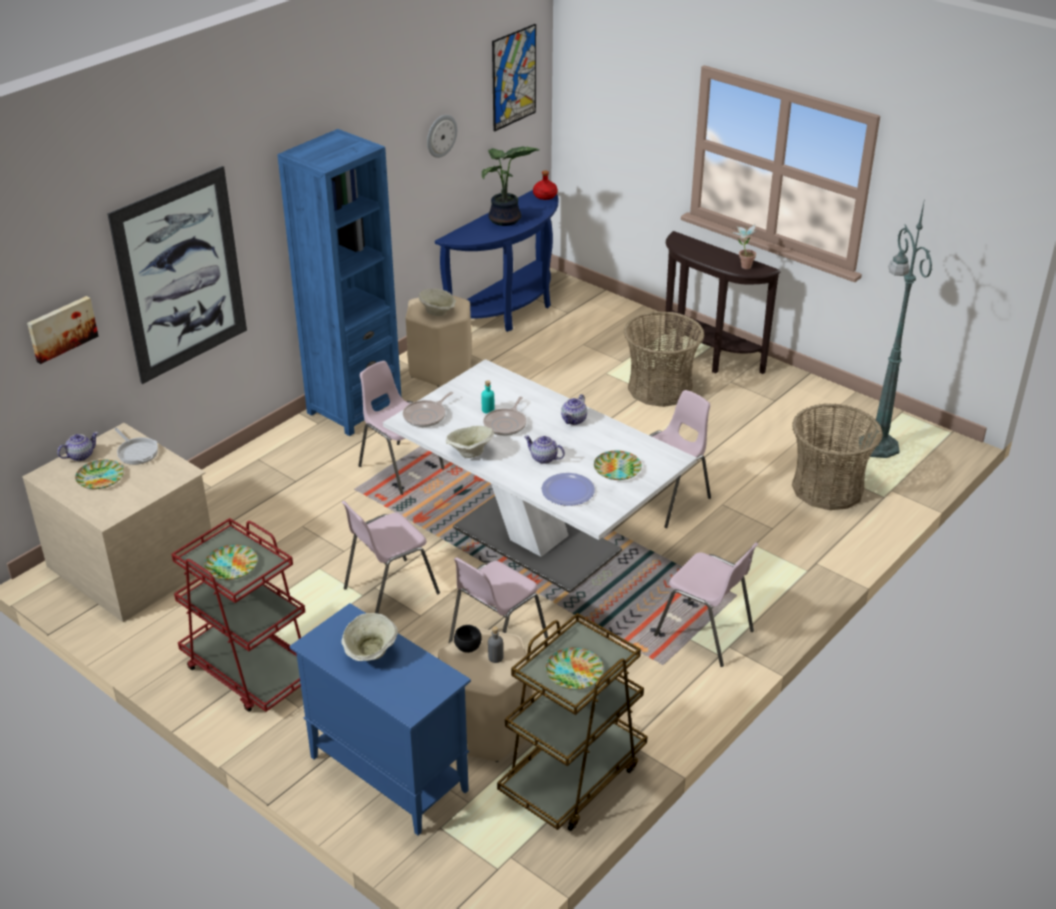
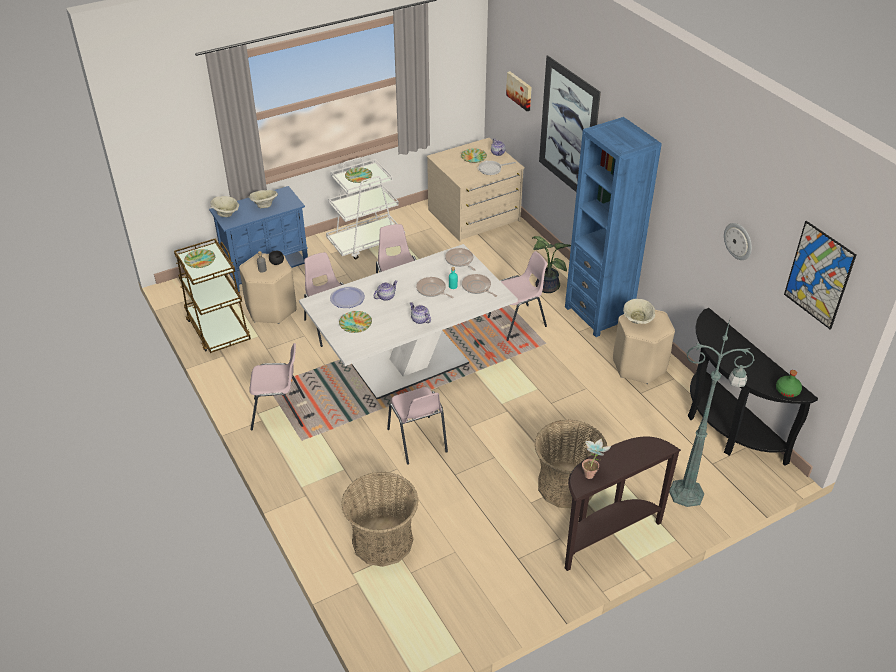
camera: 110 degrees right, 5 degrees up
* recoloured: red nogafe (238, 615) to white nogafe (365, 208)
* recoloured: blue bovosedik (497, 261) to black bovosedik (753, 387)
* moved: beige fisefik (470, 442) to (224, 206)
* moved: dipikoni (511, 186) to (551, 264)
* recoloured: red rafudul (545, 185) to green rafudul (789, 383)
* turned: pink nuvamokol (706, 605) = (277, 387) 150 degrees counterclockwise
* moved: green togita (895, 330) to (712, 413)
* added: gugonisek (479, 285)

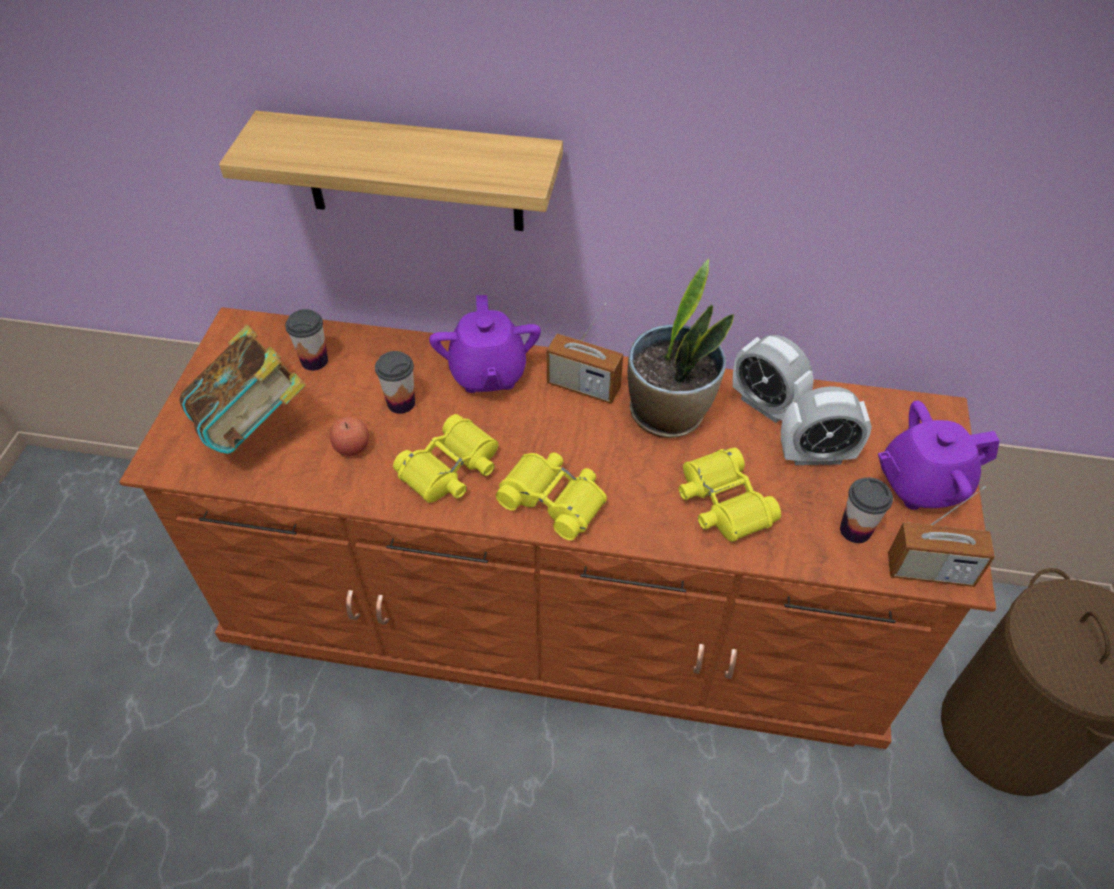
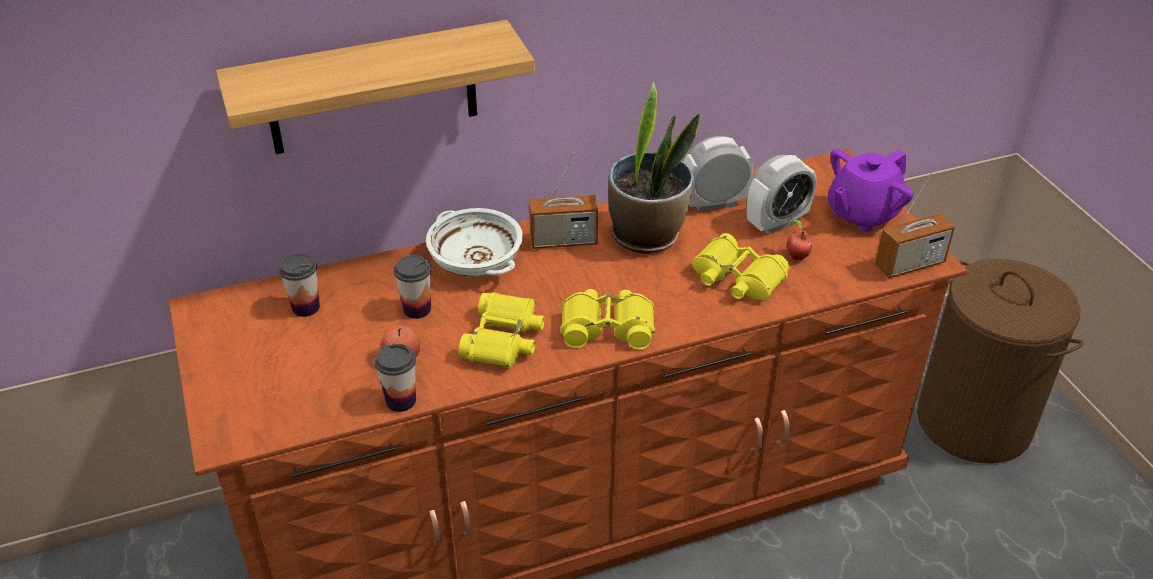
camera: 30 degrees left, 10 degrees down
* removed: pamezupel (242, 389)
* replaced: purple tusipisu (485, 344) to white fisefik (474, 242)
* turned: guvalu (773, 379) = (718, 174) 150 degrees clockwise
* moved: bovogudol (866, 510) to (395, 378)
* added: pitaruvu (799, 239)

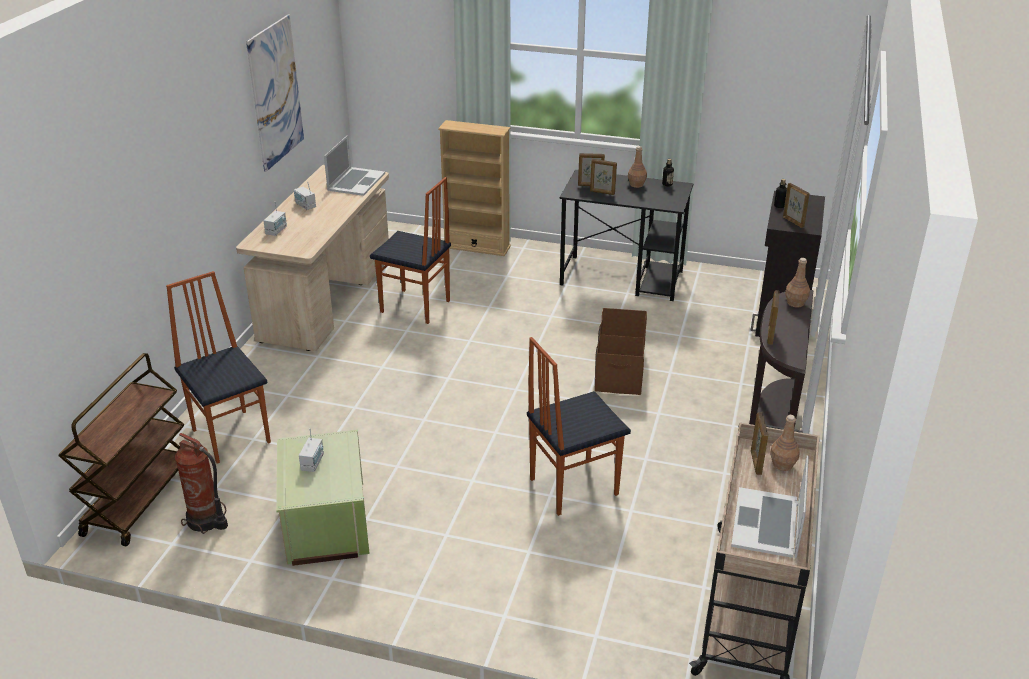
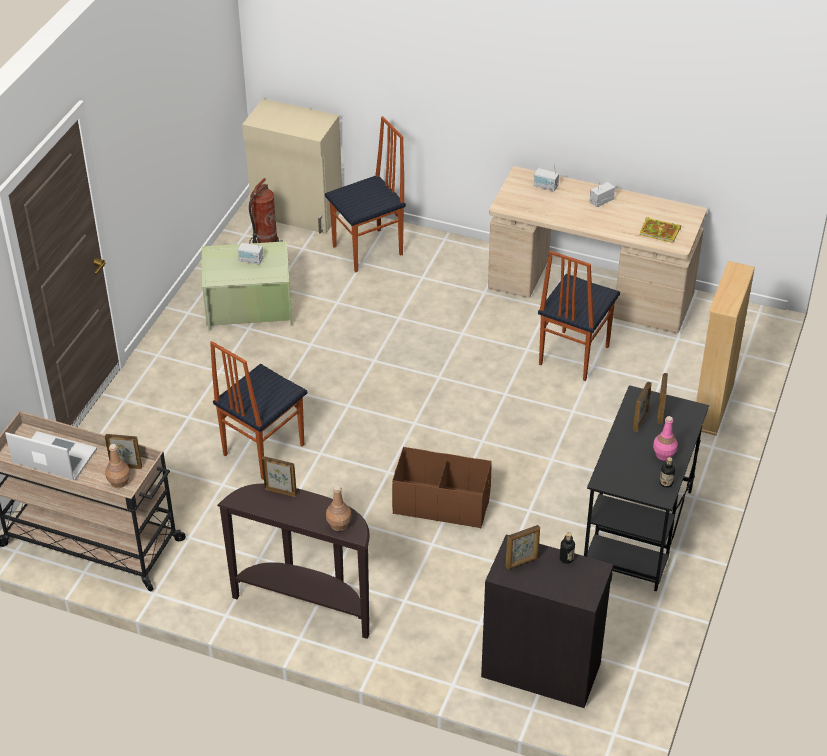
camera: 95 degrees right, 10 degrees up
* replaced: brown nogafe (121, 449) to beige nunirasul (292, 166)
* removed: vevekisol (275, 93)
* replaced: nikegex (354, 165) to pamezupel (660, 230)
* turned: nuvamokol (579, 426) = (258, 410) 120 degrees counterclockwise
* recoloured: brown rafudul (637, 167) to pink rafudul (665, 438)

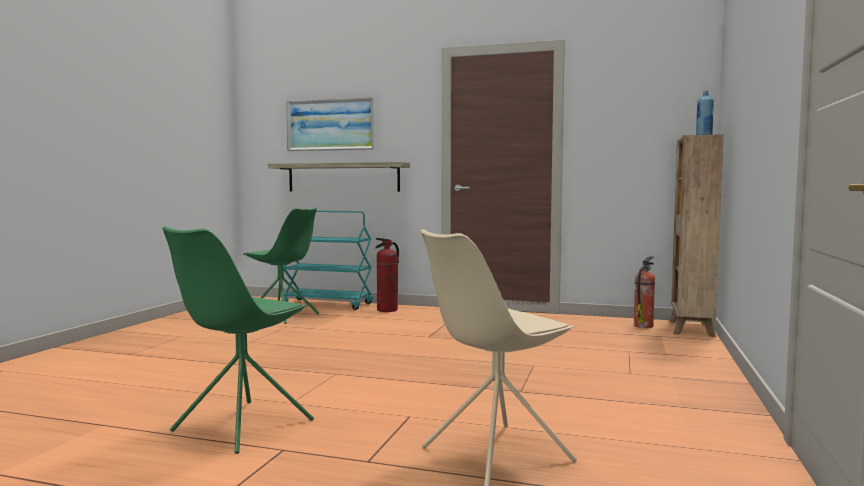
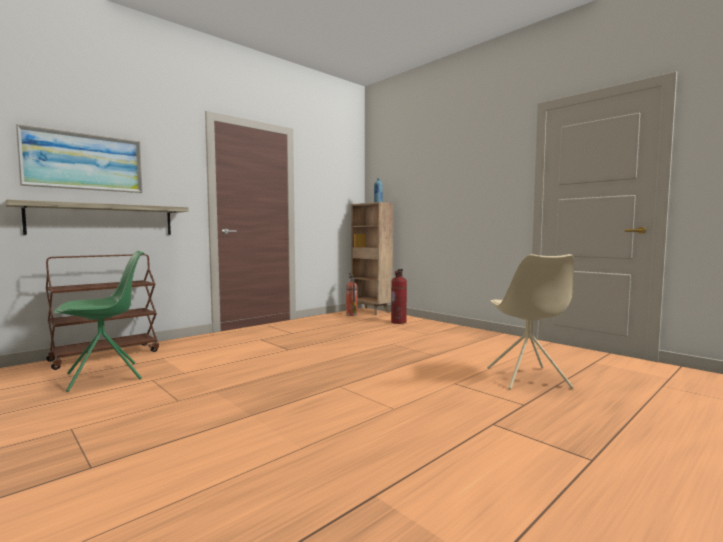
camera: 60 degrees left, 0 degrees up
* removed: green nuvamokol (238, 340)
* recoloured: turquoise nogafe (327, 260) to brown nogafe (102, 312)
* moved: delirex (387, 275) to (399, 296)

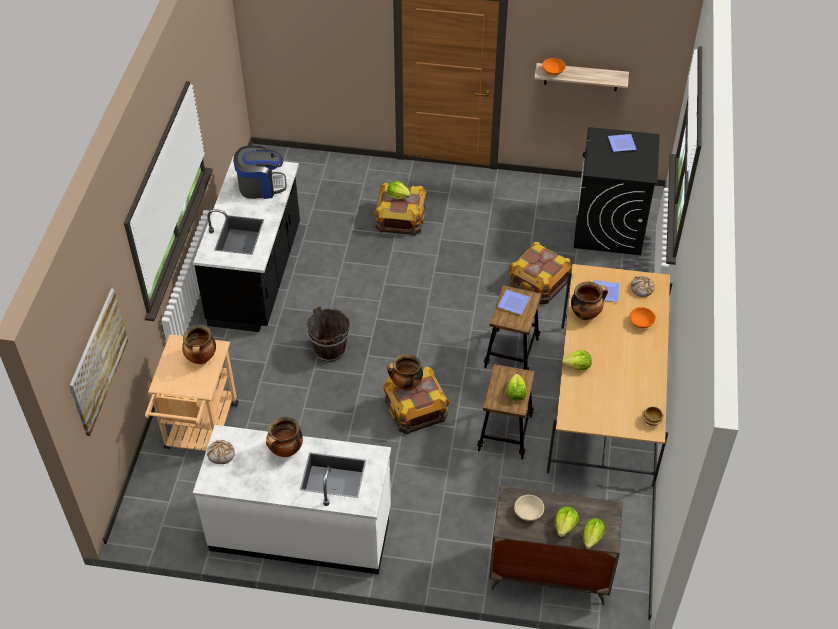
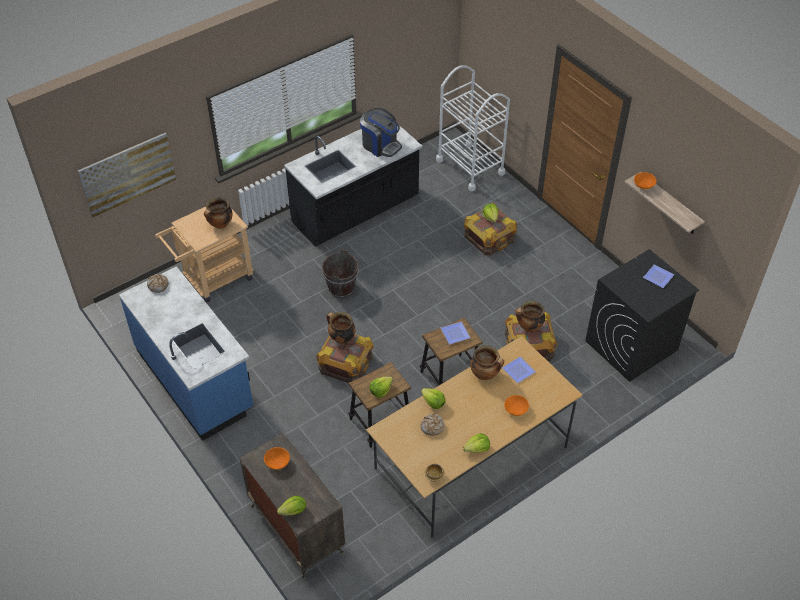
camera: 45 degrees right, 0 degrees up
* recoloured: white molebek (292, 499) to blue molebek (186, 353)
* moved: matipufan (284, 437) to (530, 316)
* recoloured: beige fisefik (529, 508) to orange fisefik (277, 458)
* moved: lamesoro (567, 521) to (476, 443)
* moved: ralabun (643, 286) to (433, 425)
* added: white nogafe (473, 128)

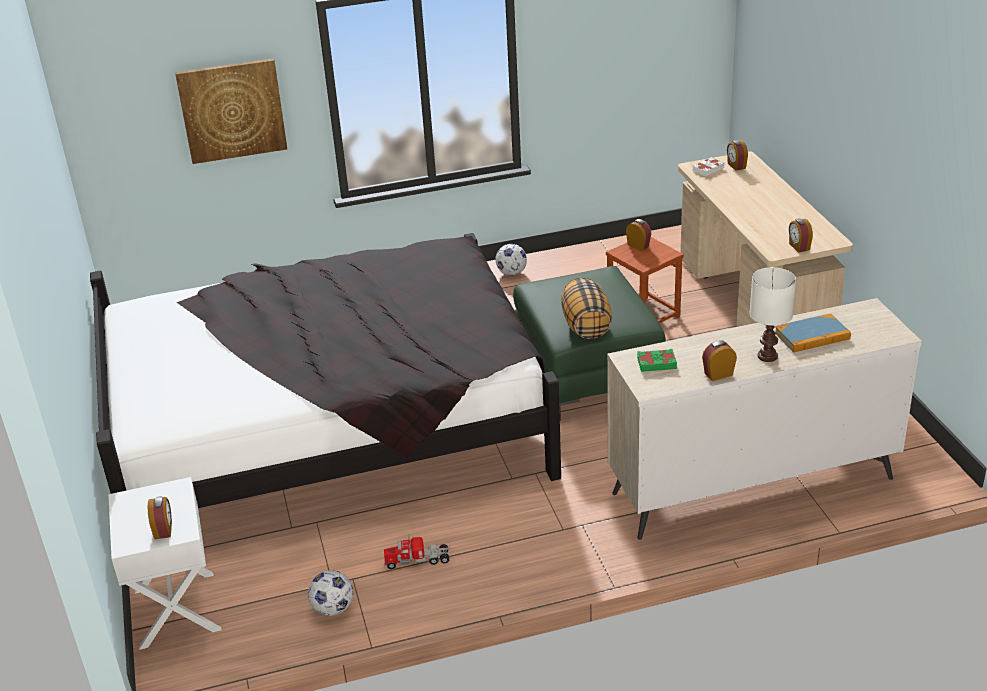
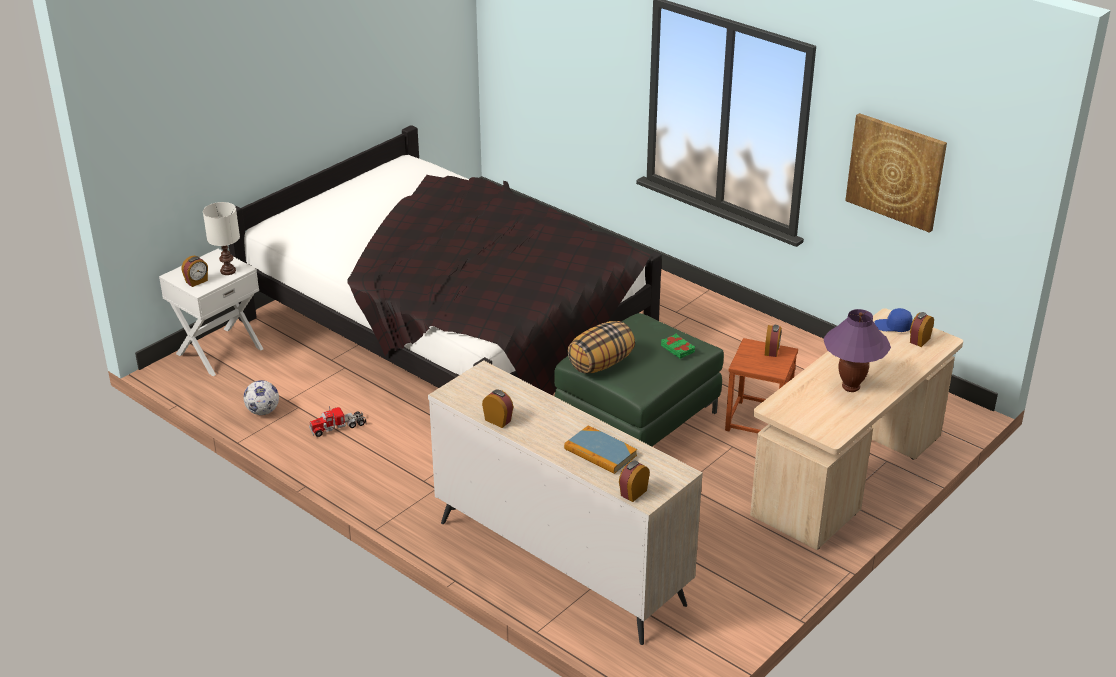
camera: 55 degrees right, 0 degrees up
* moved: vevekisol (231, 111) to (896, 173)
* turned: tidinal (417, 551) = (337, 421) 75 degrees counterclockwise
* removed: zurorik (511, 259)
* moved: green pamezupel (657, 360) to (678, 346)
* replaced: white pamezupel (708, 166) to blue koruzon (893, 320)
* moved: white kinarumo (773, 314) to (221, 238)
* moved: guvalu (801, 235) to (634, 481)
* added: purple kinarumo (857, 350)

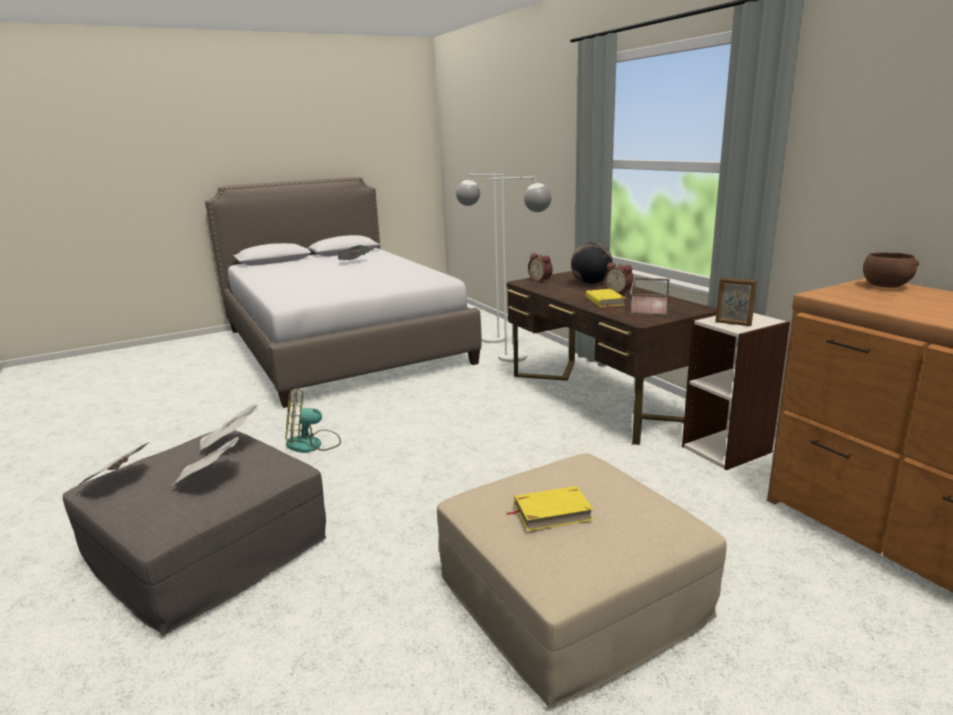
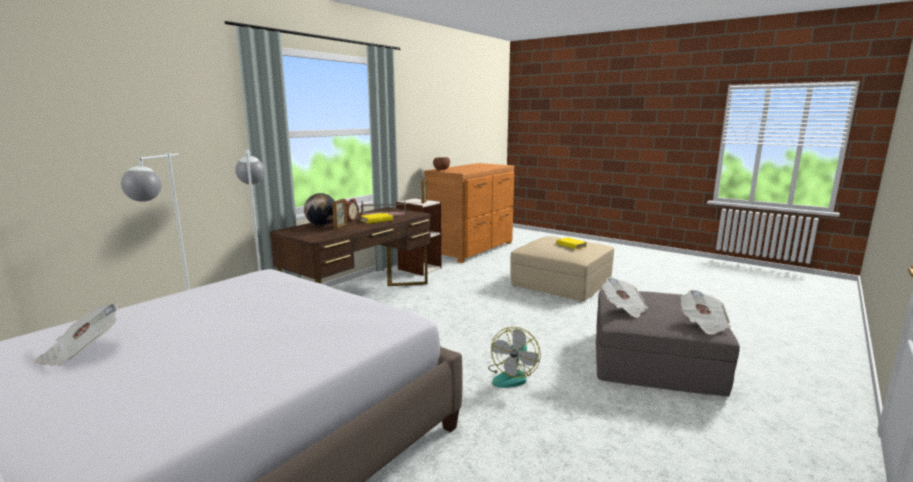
camera: 115 degrees left, 5 degrees down
* removed: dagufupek (206, 460)
* turned: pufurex (313, 420) = (514, 357) 60 degrees clockwise
* removed: guvalu (540, 267)
* added: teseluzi (339, 214)

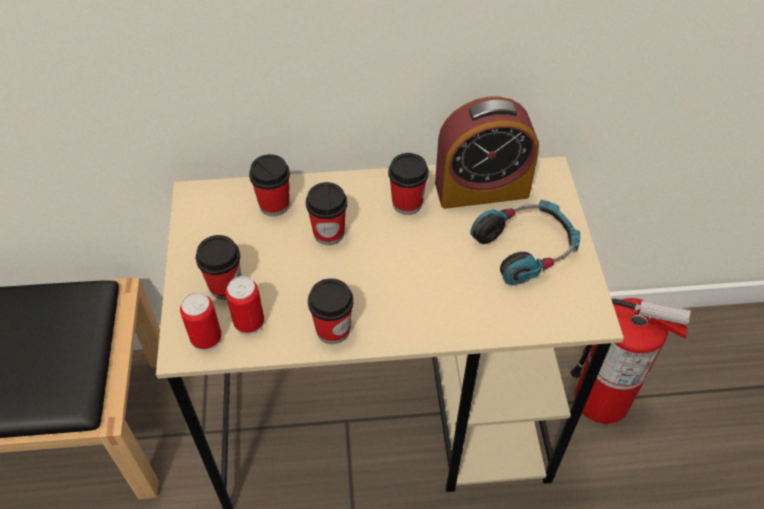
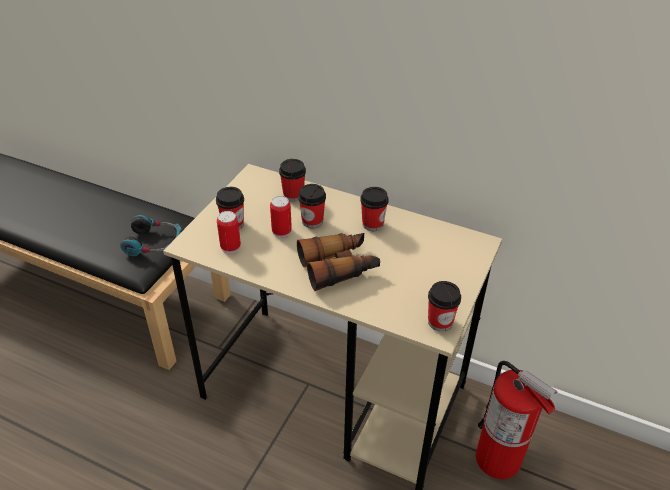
camera: 30 degrees right, 10 degrees down
* moved: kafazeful (201, 321) to (281, 217)
* moved: bovogudol (331, 311) to (444, 306)
* removed: guvalu (487, 153)
* moved: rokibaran (525, 242) to (151, 235)
* added: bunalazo (338, 262)

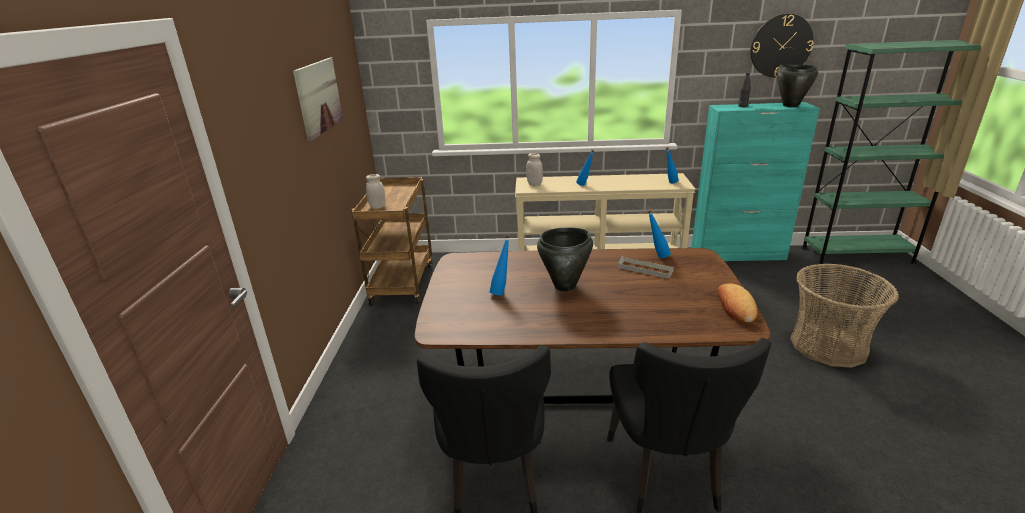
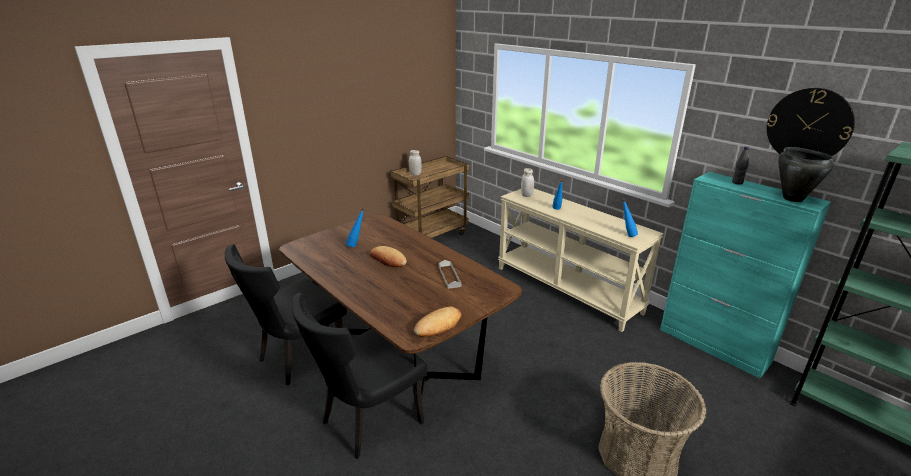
camera: 45 degrees right, 0 degrees up
* removed: vevekisol (318, 99)
* replaced: black matipufan (565, 260) to ralabun (388, 256)
* removed: blue rafudul (659, 233)

